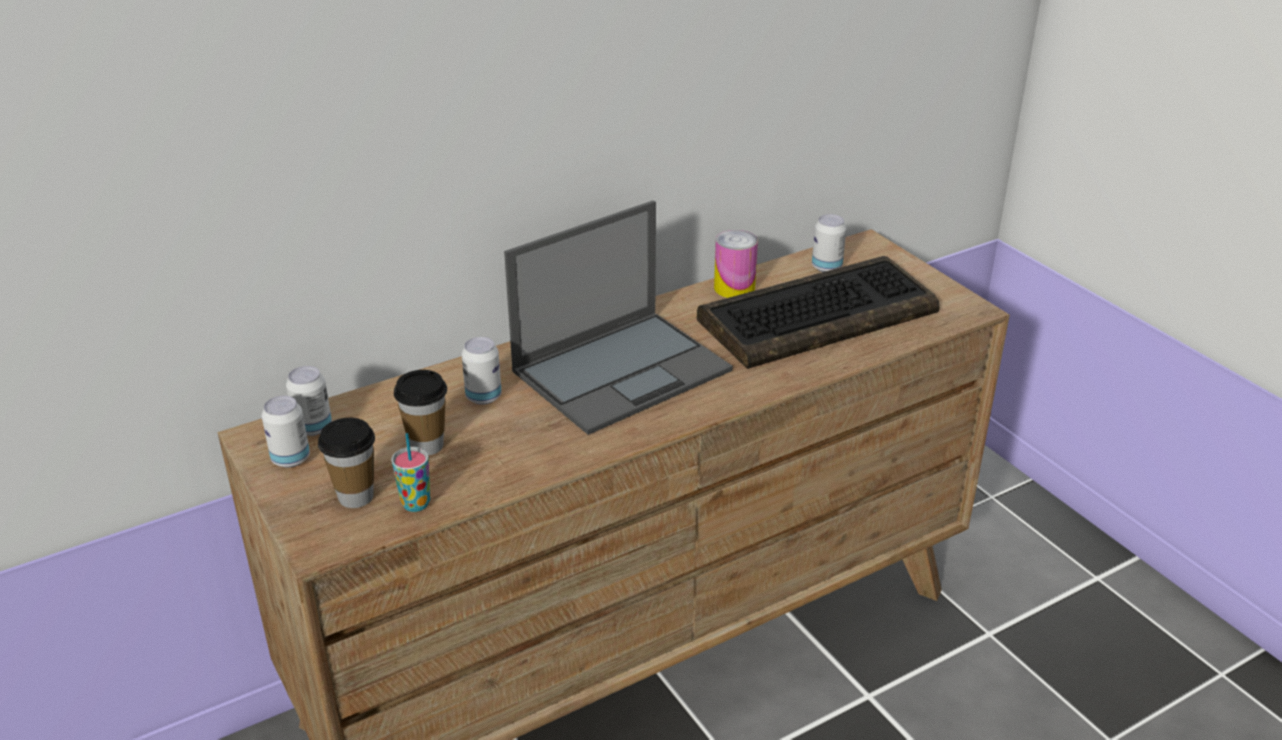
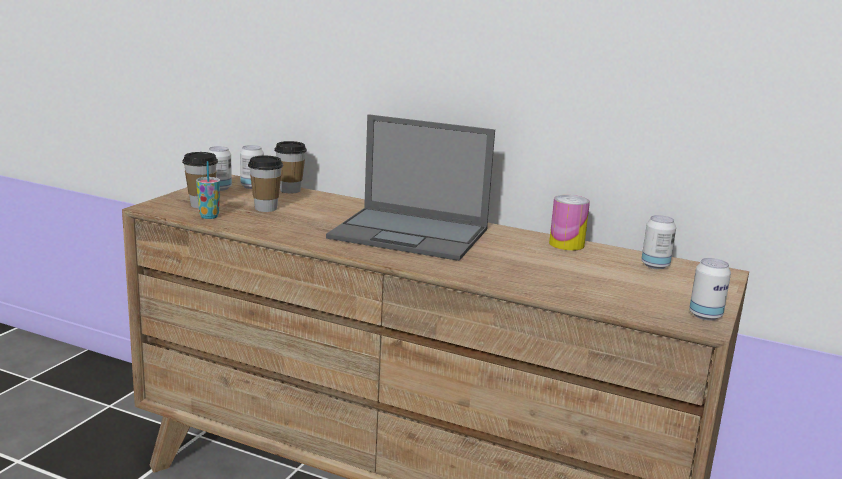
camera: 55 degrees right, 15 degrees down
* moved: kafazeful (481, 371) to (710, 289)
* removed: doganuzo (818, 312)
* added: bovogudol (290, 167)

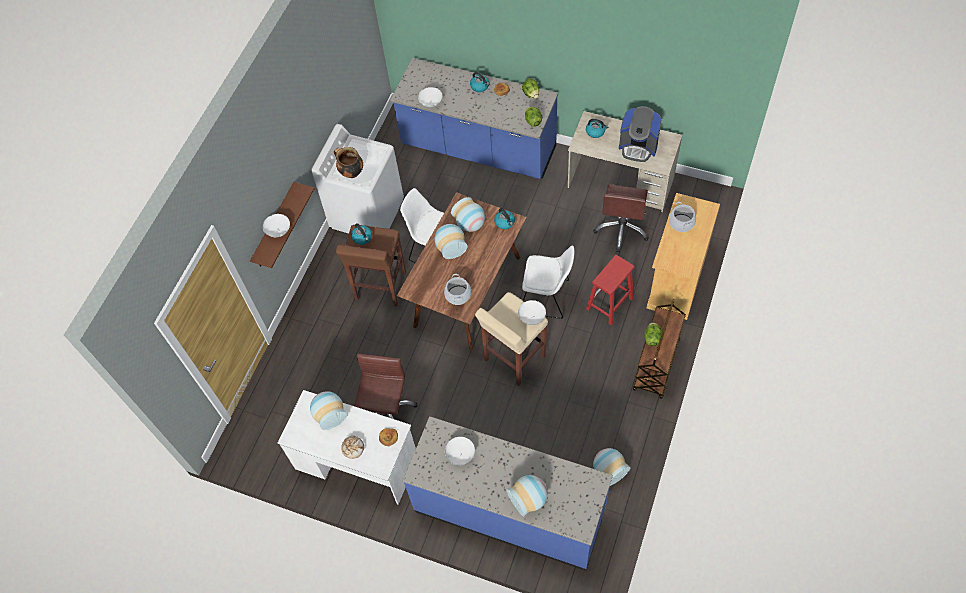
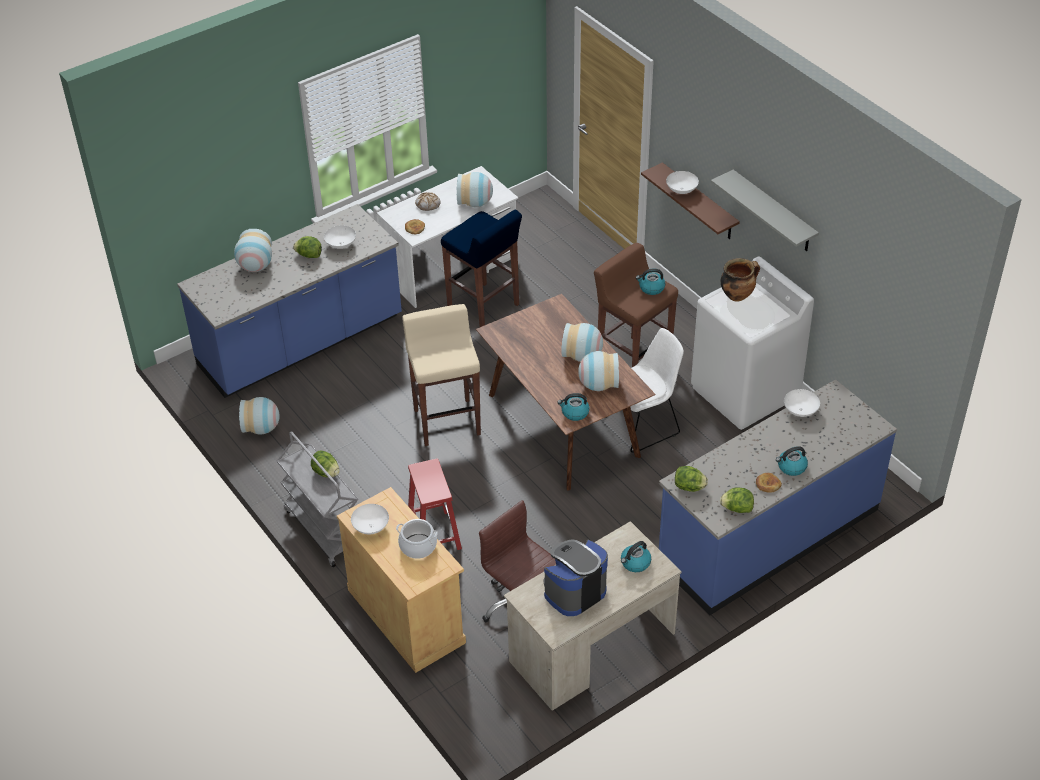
camera: 120 degrees right, 15 degrees down
* replaced: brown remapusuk (386, 386) to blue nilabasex (481, 268)
* removed: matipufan (457, 289)
* moved: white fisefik (532, 312) to (370, 519)
* removed: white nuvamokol (548, 282)
* recoloured: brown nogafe (659, 349) to grey nogafe (317, 499)
* added: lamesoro (307, 247)
* added: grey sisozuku (765, 210)

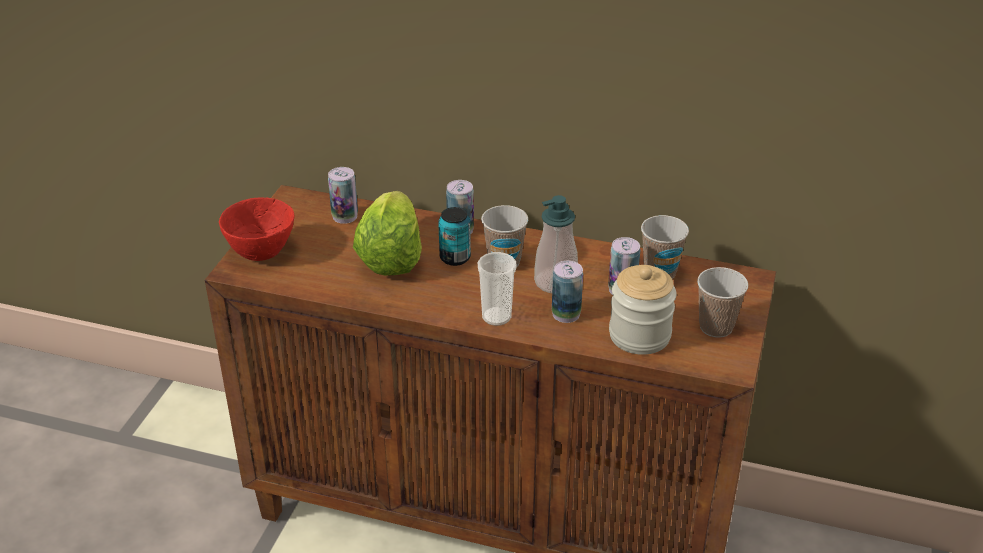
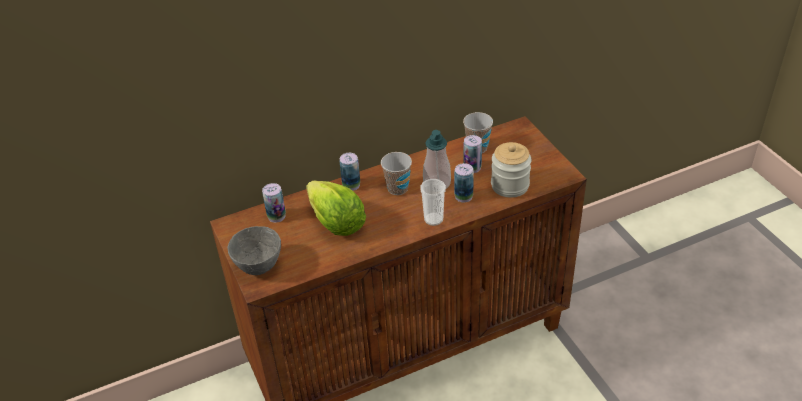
camera: 40 degrees left, 5 degrees up
* recoloured: red fisefik (256, 229) to grey fisefik (254, 250)
* removed: kafazeful (454, 236)
* removed: bovogudol (722, 302)

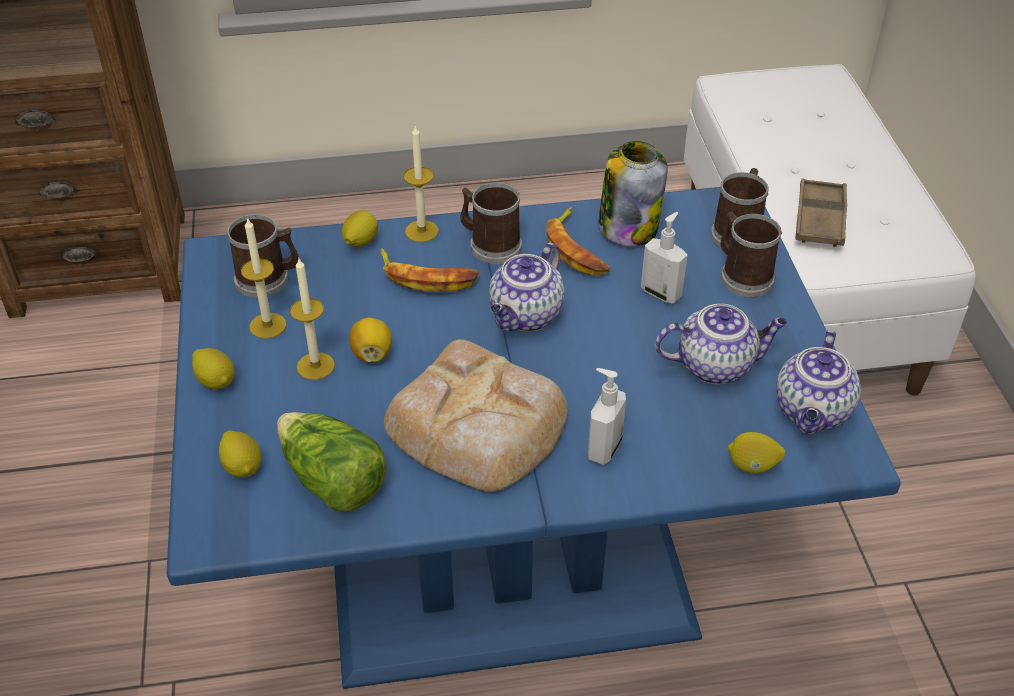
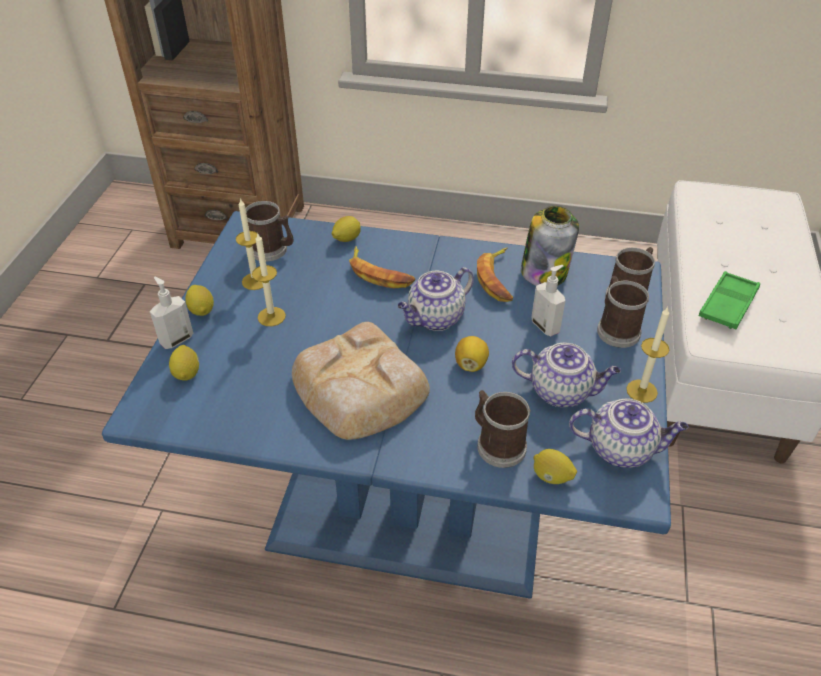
camera: 20 degrees right, 0 degrees up
* removed: lamesoro (332, 461)
* moved: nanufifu (370, 340) to (472, 354)
* moved: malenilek (421, 183) to (648, 355)
* moved: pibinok (491, 223) to (503, 429)
* moved: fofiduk (607, 416) to (172, 313)
* turned: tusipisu (818, 382) = (629, 433) 120 degrees counterclockwise
* recoloured: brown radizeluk (821, 212) to green radizeluk (729, 300)

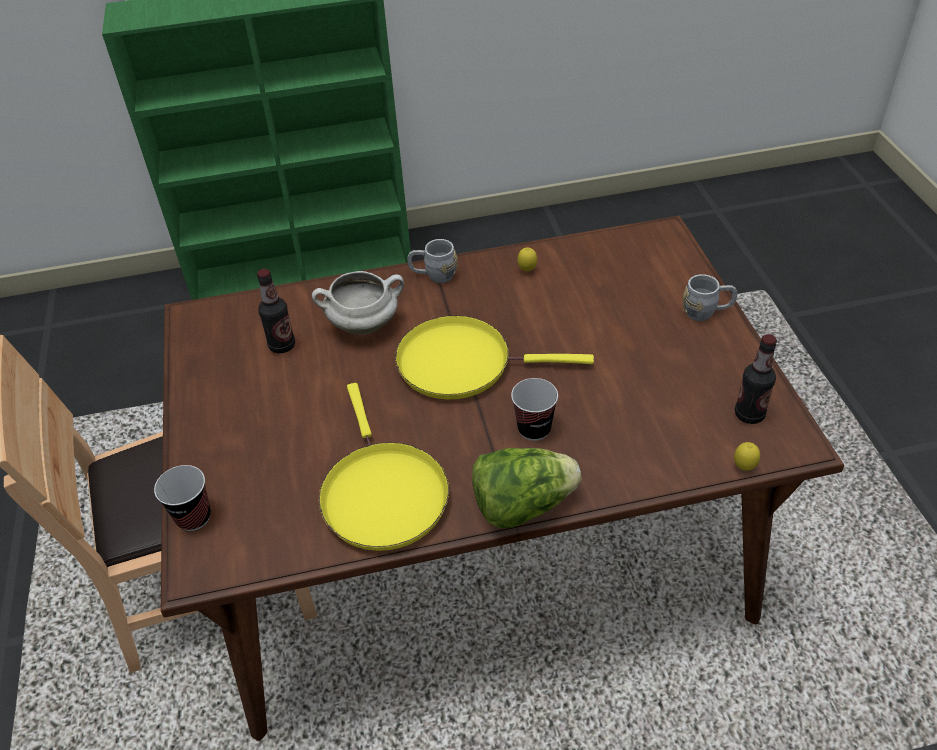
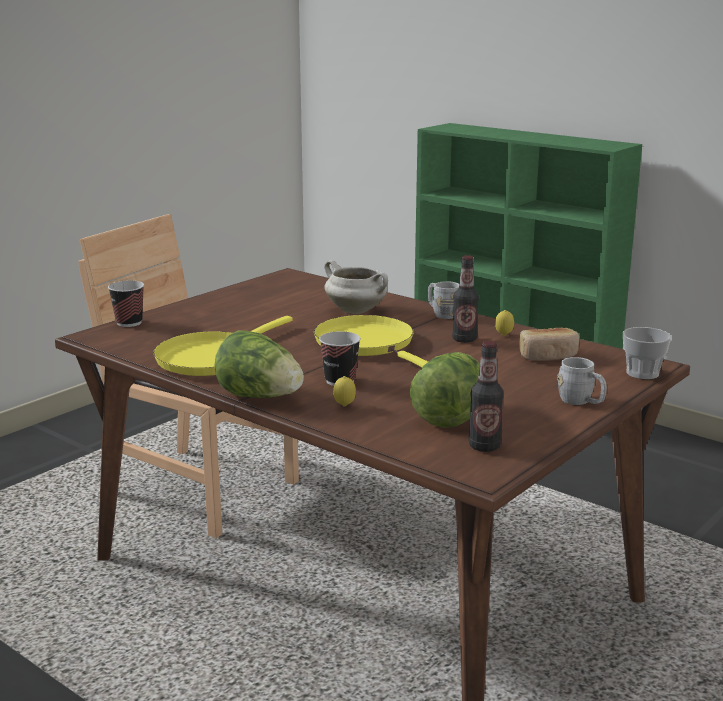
camera: 50 degrees right, 25 degrees down
* moved: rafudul (276, 311) to (465, 299)
* moved: nanufifu (747, 456) to (344, 391)
* added: lamesoro (445, 390)
* added: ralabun (549, 344)
* added: bovogudol (647, 353)

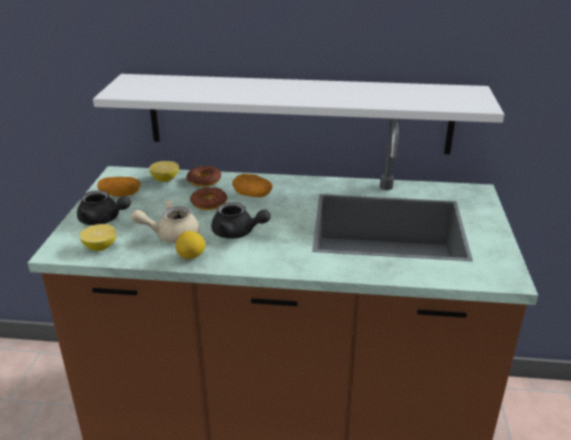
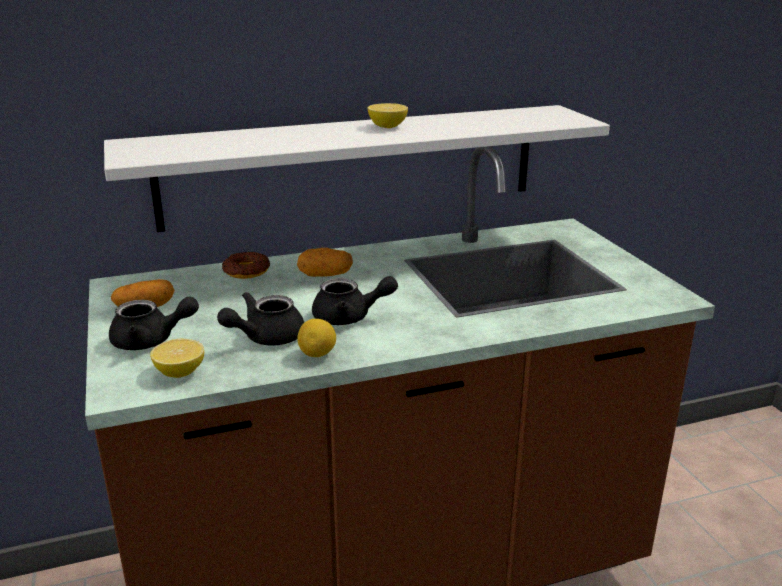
camera: 25 degrees left, 5 degrees down
* recoloured: beige tusipisu (165, 221) to black tusipisu (260, 319)
* moved: nanufifu (164, 171) to (388, 115)
* removed: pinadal (208, 198)

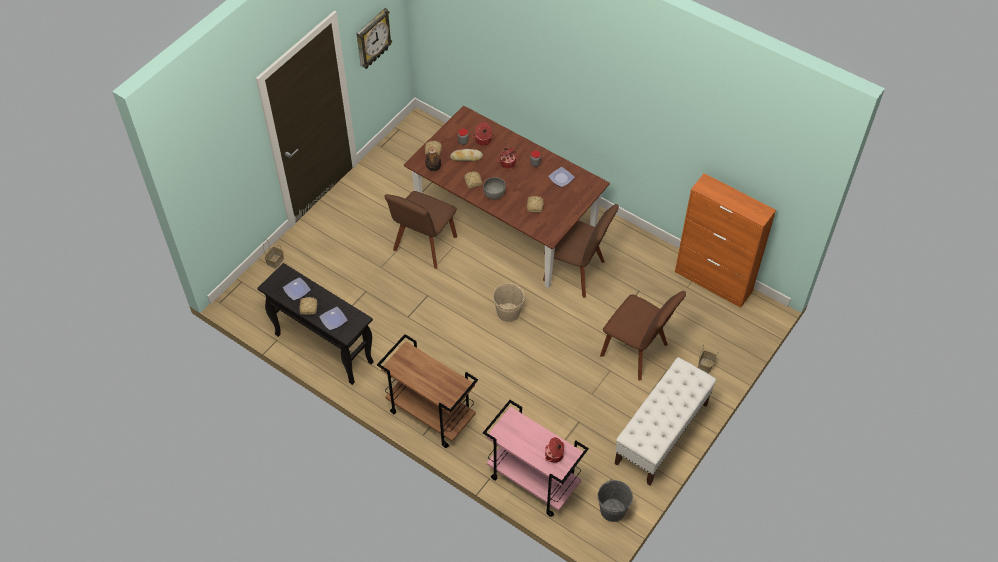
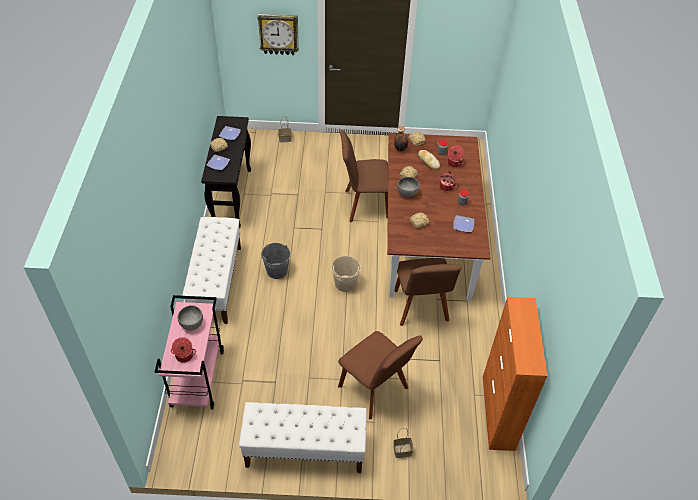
camera: 55 degrees right, 5 degrees down
* moved: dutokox (374, 38) to (278, 34)
* replaced: brown nogafe (427, 391) to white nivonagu (211, 270)
* moved: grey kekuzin (615, 500) to (275, 261)
* turned: brown nuvamokol (643, 336) = (380, 375) 45 degrees counterclockwise
* added: grey fisefik (190, 318)

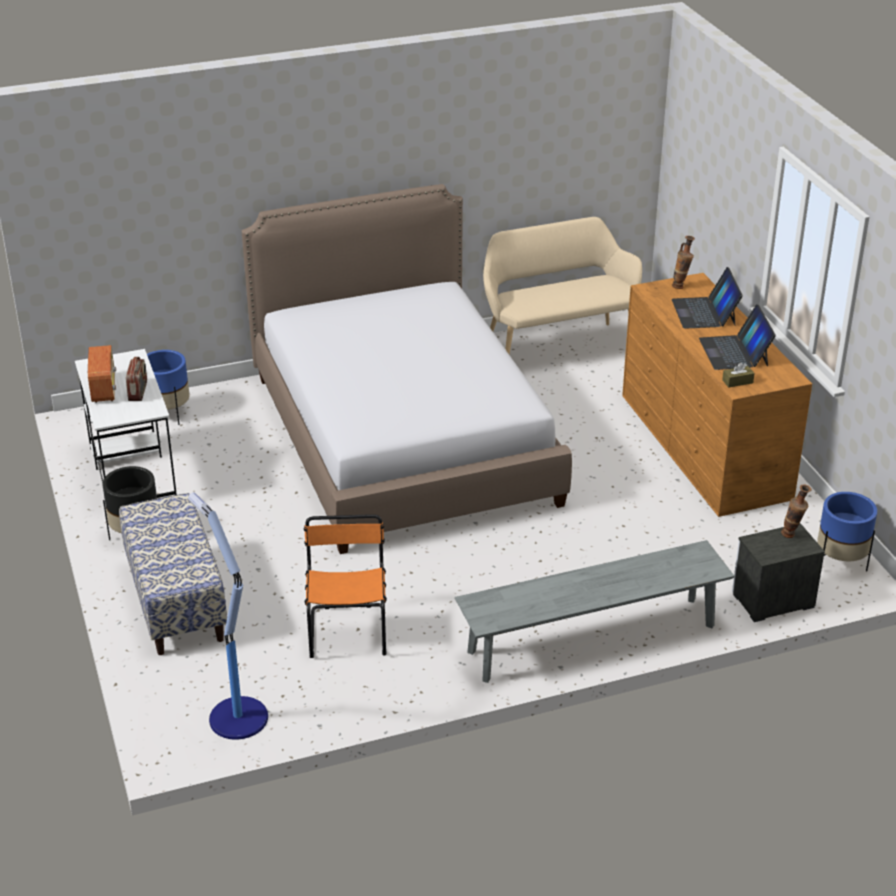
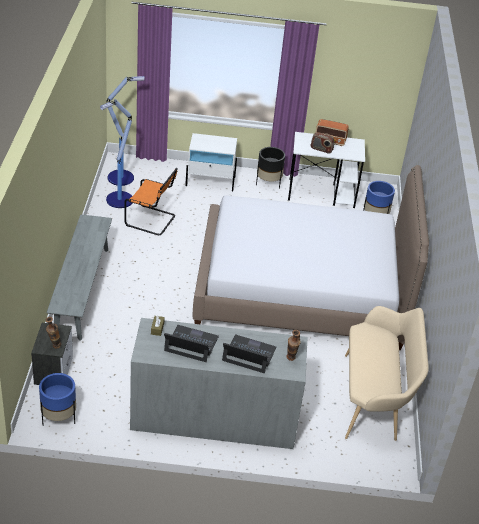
camera: 110 degrees right, 5 degrees up
* replaced: nivonagu (173, 574) to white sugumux (211, 162)
* recoloured: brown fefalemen (717, 395) to grey fefalemen (219, 383)
* added: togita (116, 153)

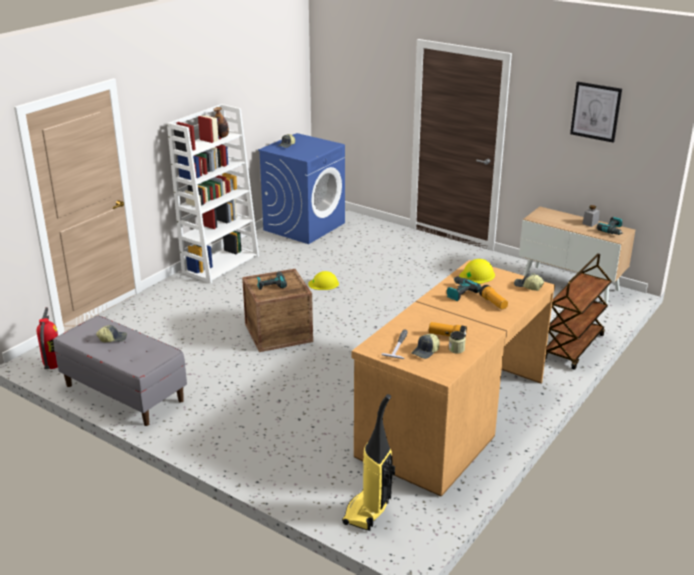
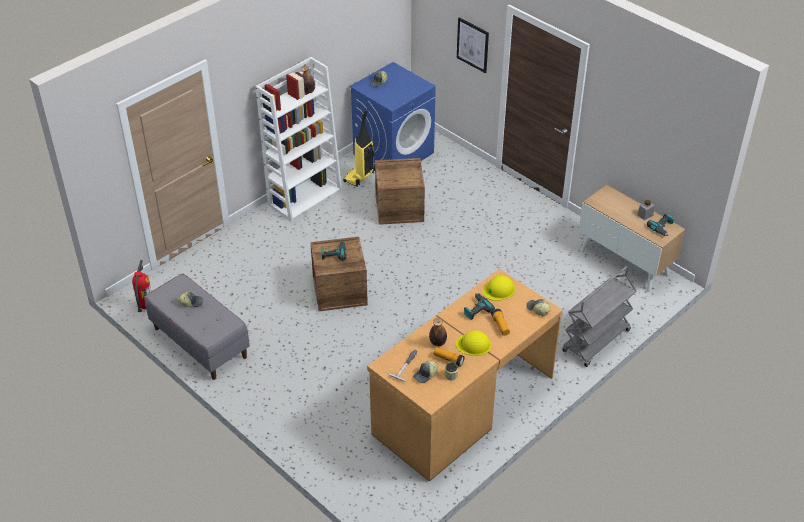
camera: 10 degrees right, 15 degrees up
* moved: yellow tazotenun (323, 280) to (473, 343)
* moved: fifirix (368, 462) to (359, 148)
* recoloured: brown nogafe (578, 311) to grey nogafe (599, 316)
* moved: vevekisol (596, 112) to (473, 45)
* added: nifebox (400, 191)
* added: rafudul (438, 332)

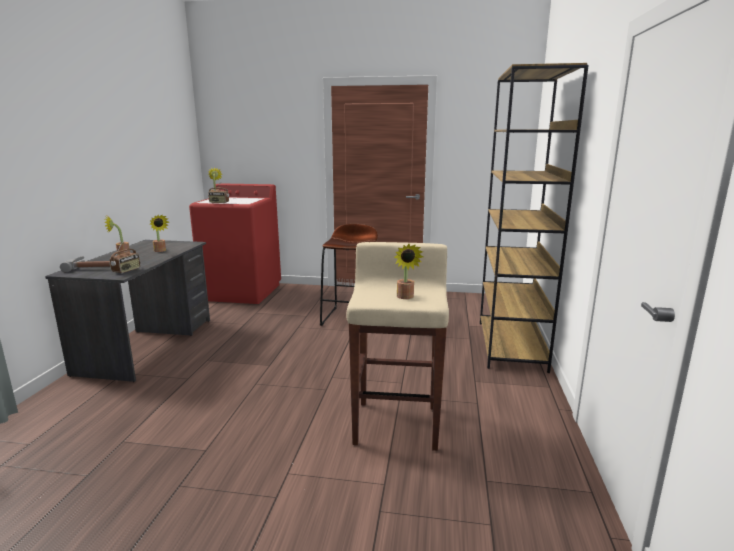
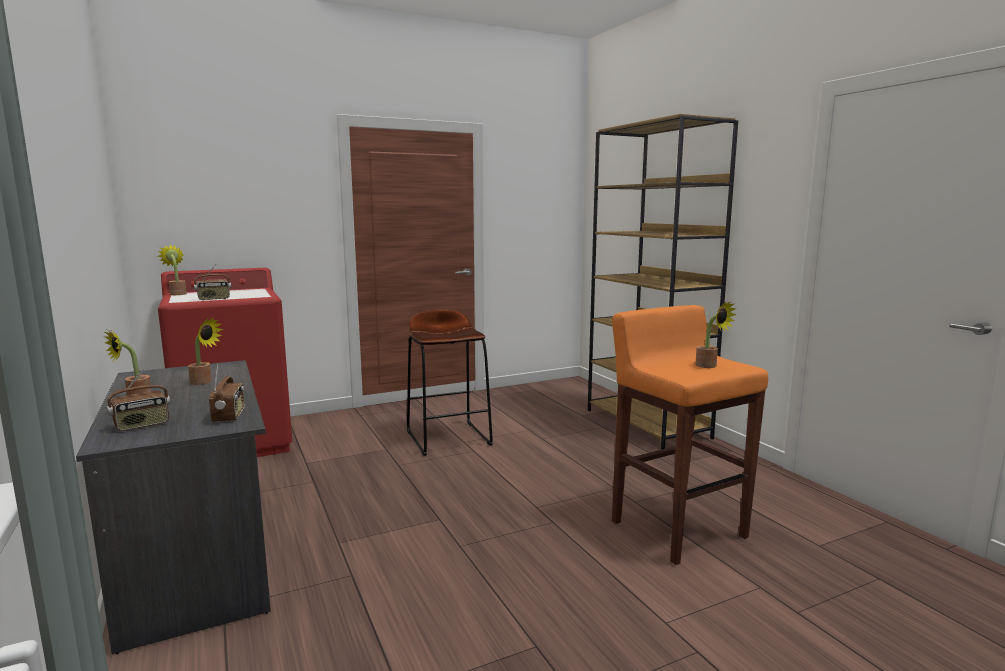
camera: 35 degrees left, 5 degrees down
* replaced: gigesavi (85, 264) to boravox (138, 400)
* recoloured: beige nilabasex (397, 346) to orange nilabasex (690, 435)

